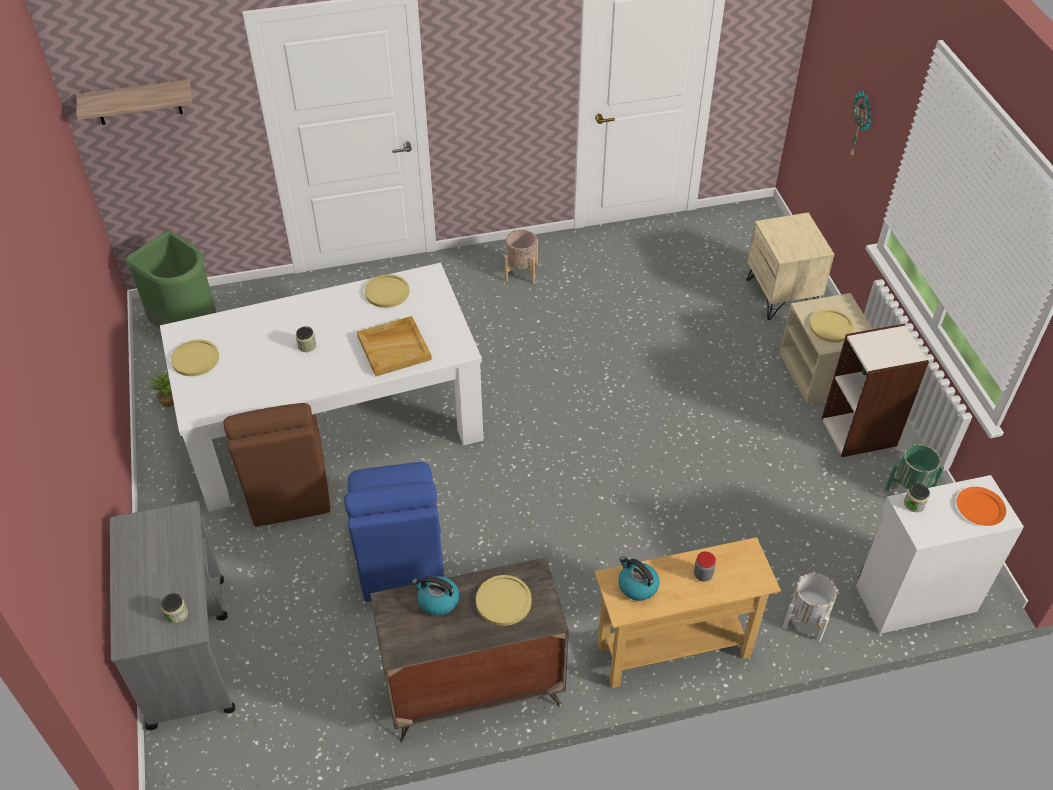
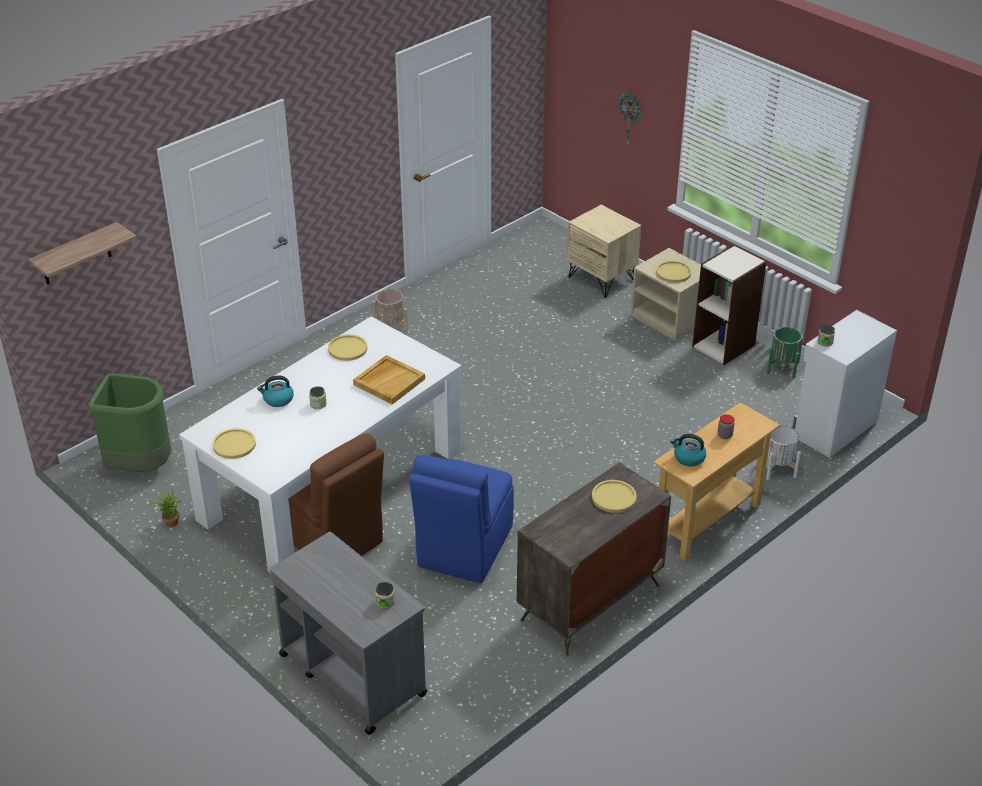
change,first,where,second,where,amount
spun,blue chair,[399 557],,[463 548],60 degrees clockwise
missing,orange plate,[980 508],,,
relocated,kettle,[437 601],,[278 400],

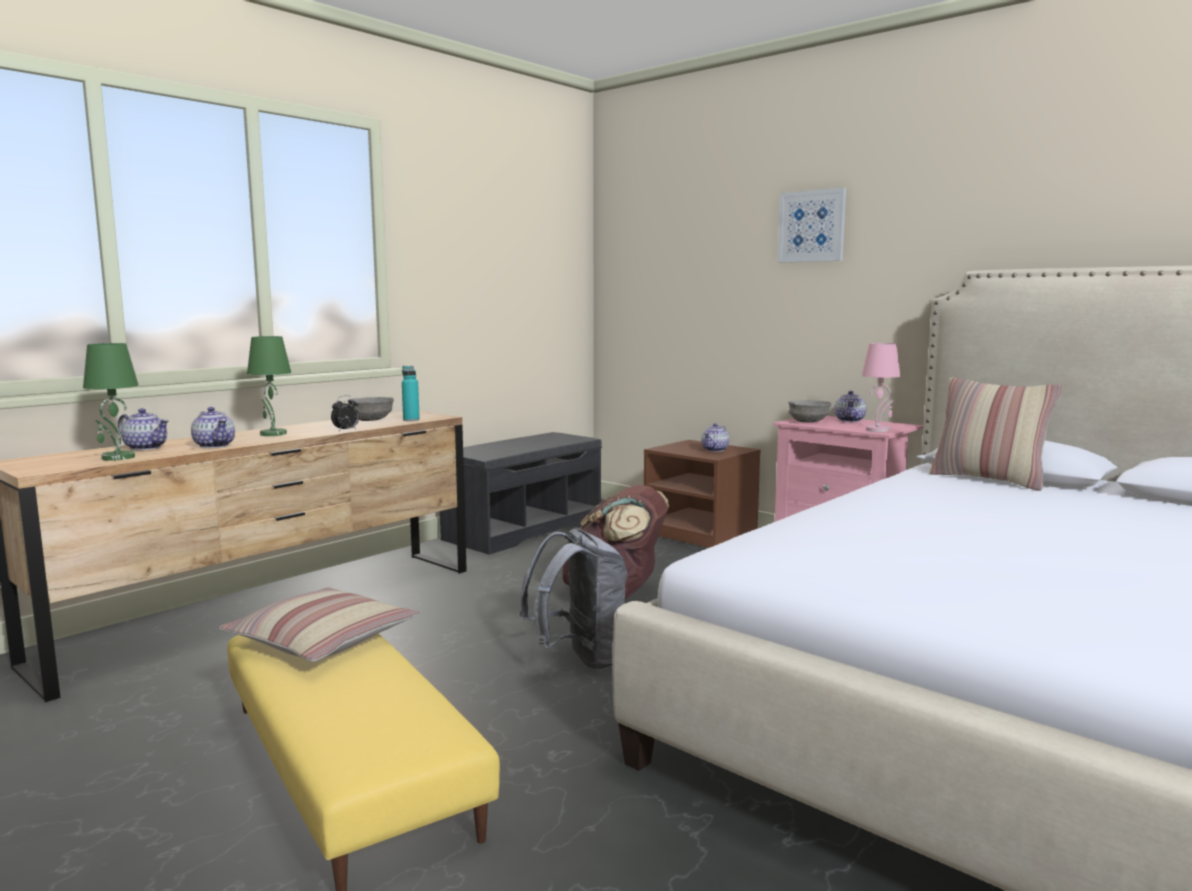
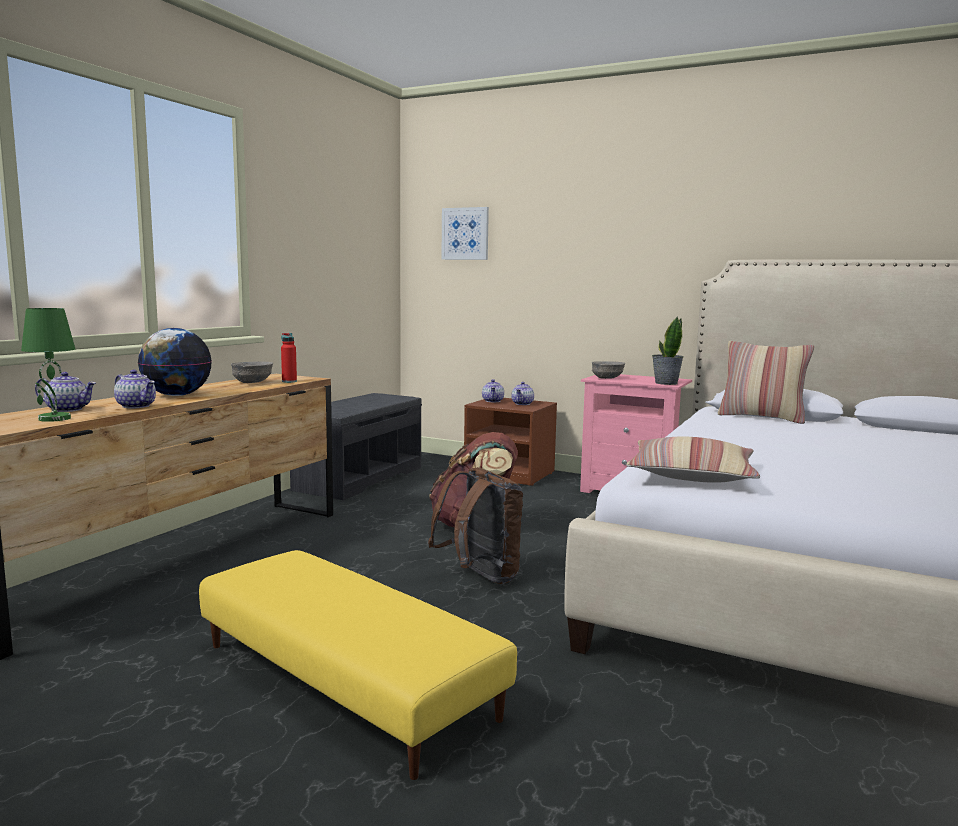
change,first,where,second,where,amount
relocated,picture,[812 226],,[465 233],
exchanged,green table lamp,[272 434],globe,[176 395],
exchanged,pink table lamp,[878 430],potted plant,[665 383],
colour,turquoise bottle,[411 420],red bottle,[289 381],
relocated,teapot,[850 420],,[493 401],
missing,alarm clock,[346 430],,,
colour,grey backpack,[579 659],brown backpack,[480 577],
relocated,pillow,[322 641],,[691 475],

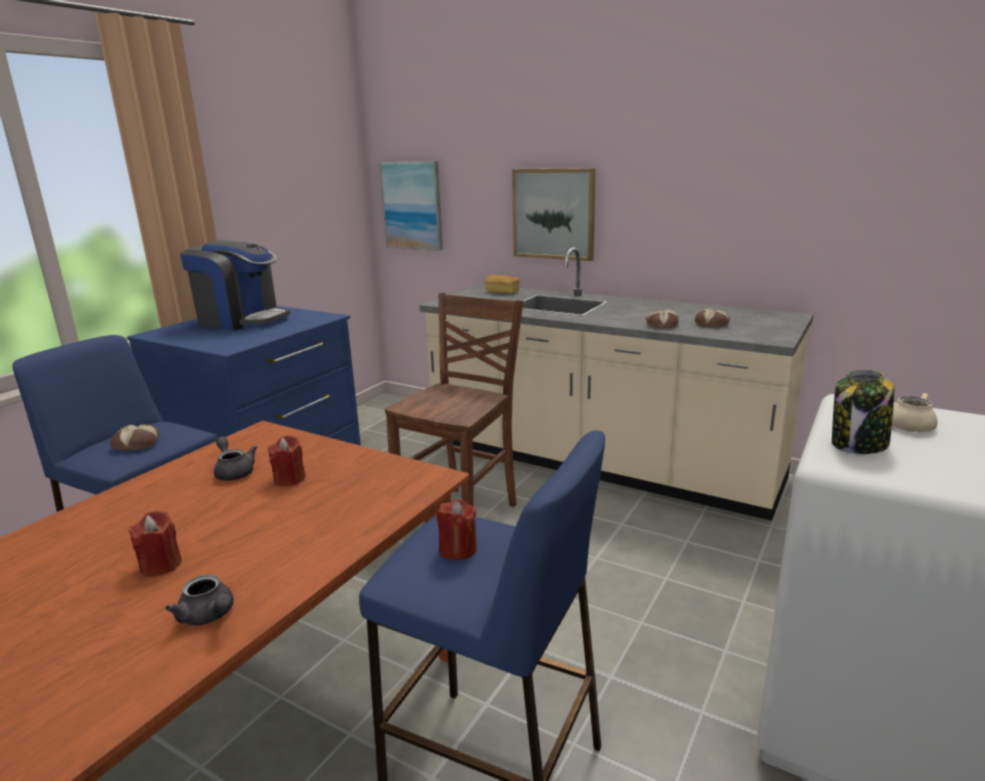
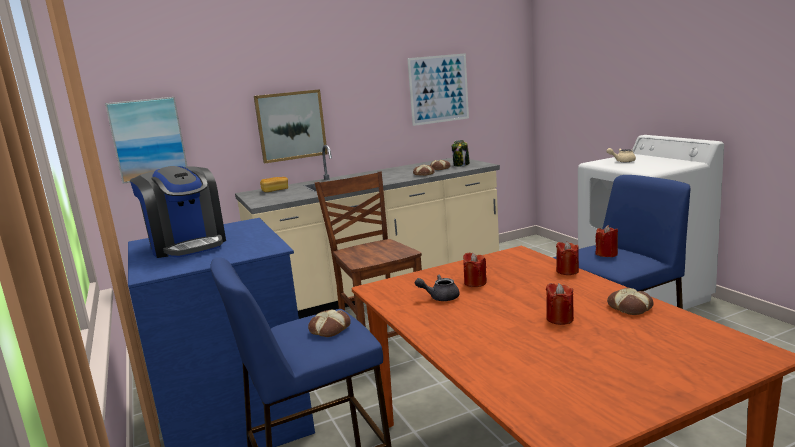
change,first,where,second,where,amount
spun,coffee machine,[241 320],,[187 245],90 degrees clockwise
relocated,jar,[858 445],,[461 165],
exchanged,grey teapot,[209 616],bread,[630 307],
appeared,,,picture,[438 89],
appeared,,,red candle,[567 271],

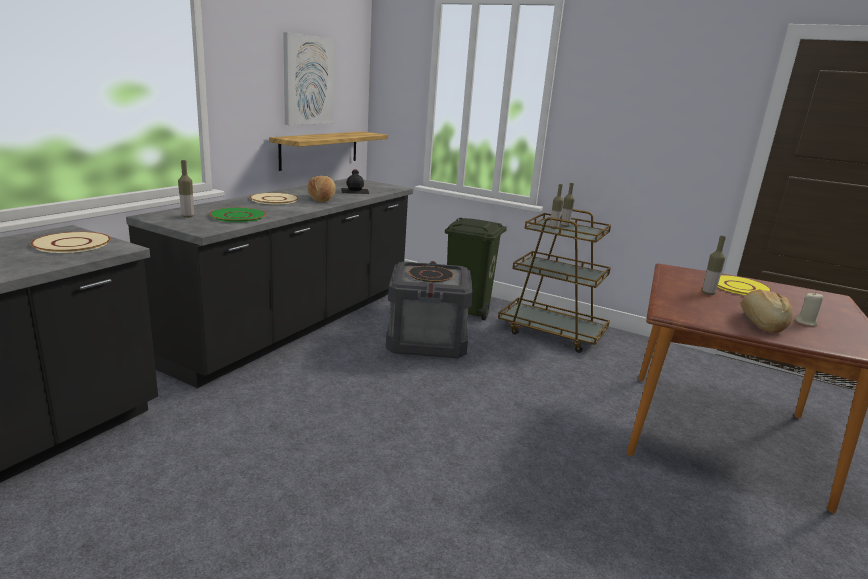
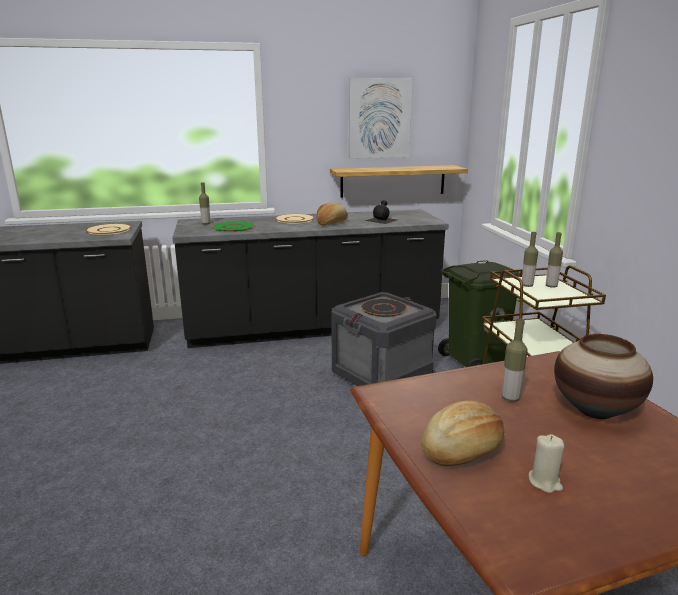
change,first,where,second,where,amount
exchanged,yellow plate,[739 287],vase,[594 410],

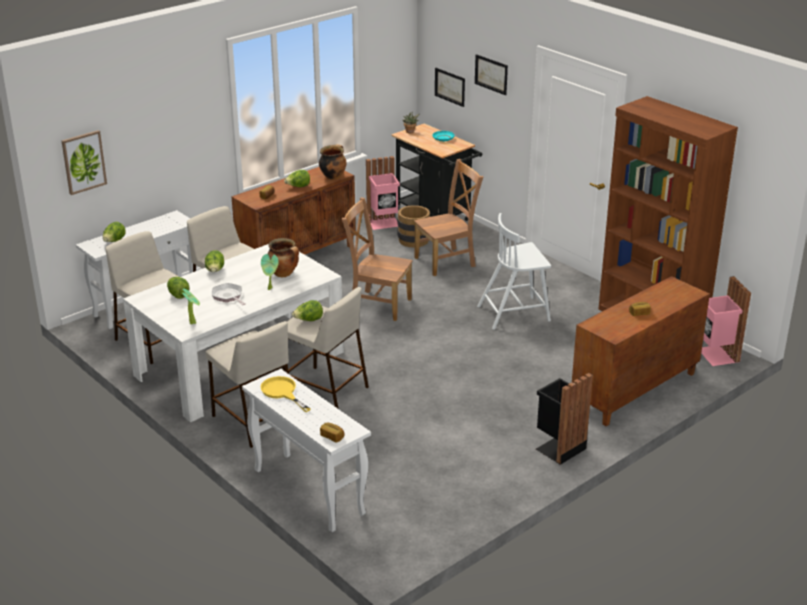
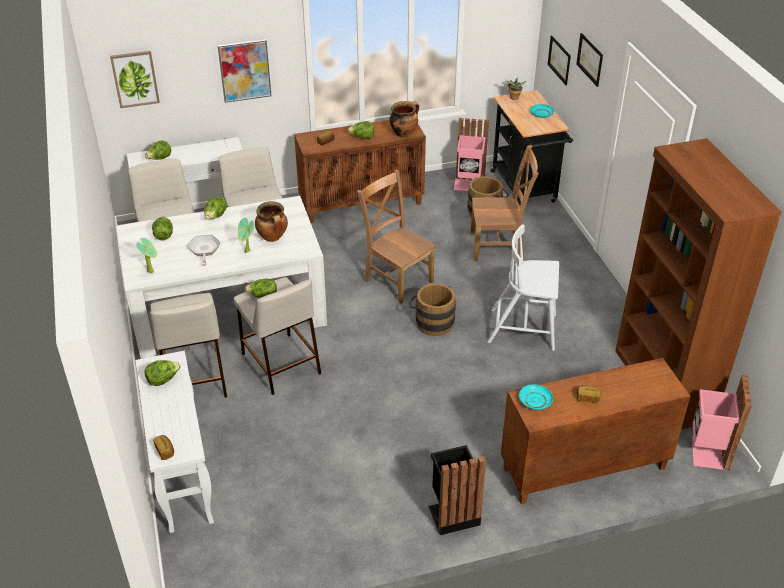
change,first,where,second,where,amount
exchanged,yellow frying pan,[282 392],lettuce,[163 380],
appeared,,,picture,[245 70],
appeared,,,brown bucket,[431 322],
appeared,,,turquoise plate,[535 400],

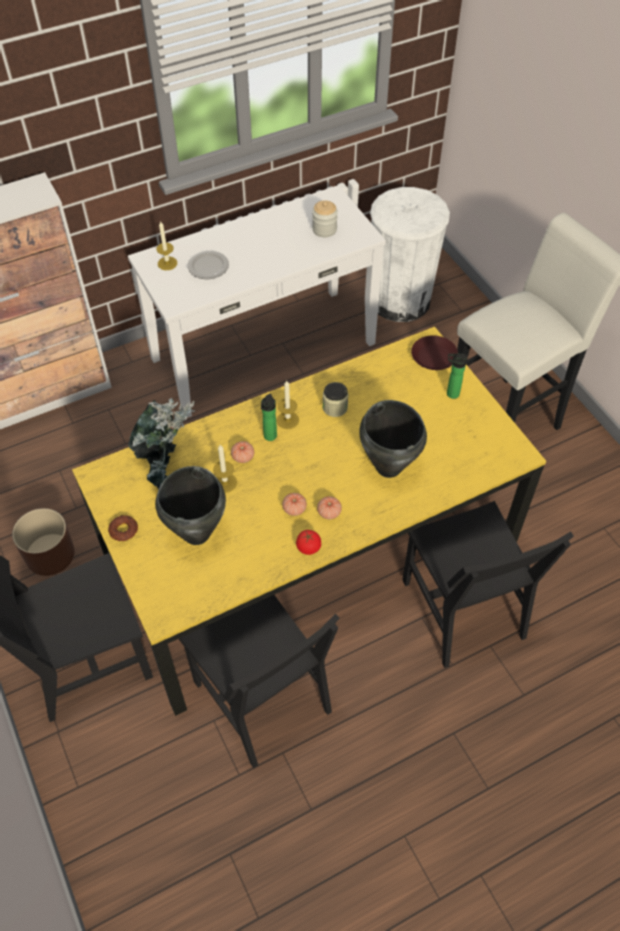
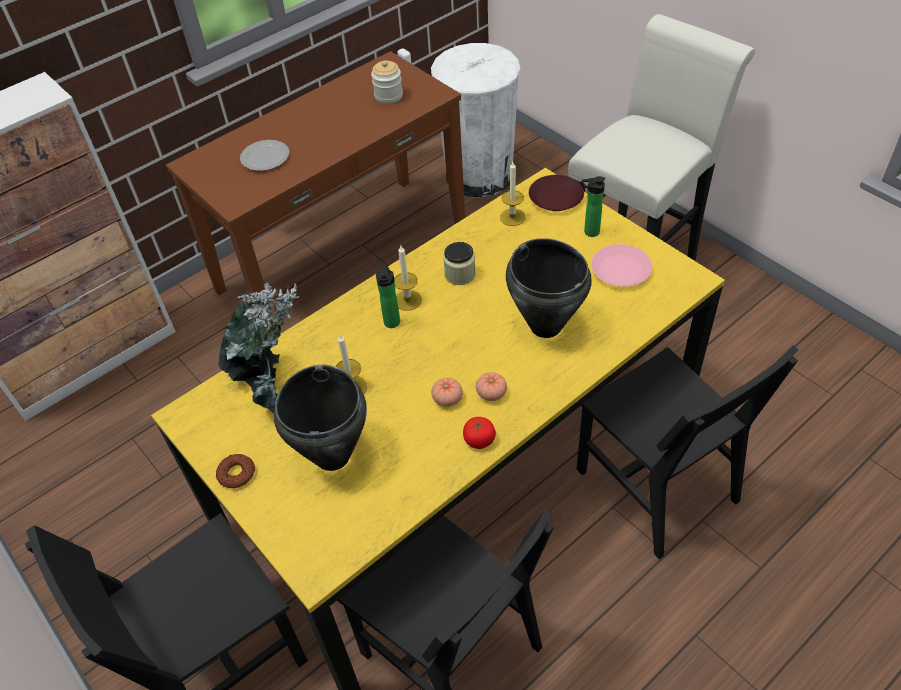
change,first,where,second,where,amount
colour,white console table,[263 350],brown console table,[342 256],
relocated,candle,[167 263],,[512 217],
missing,tomato,[243 457],,,
missing,brown planter,[50 554],,,
appeared,,,pink plate,[621 270],

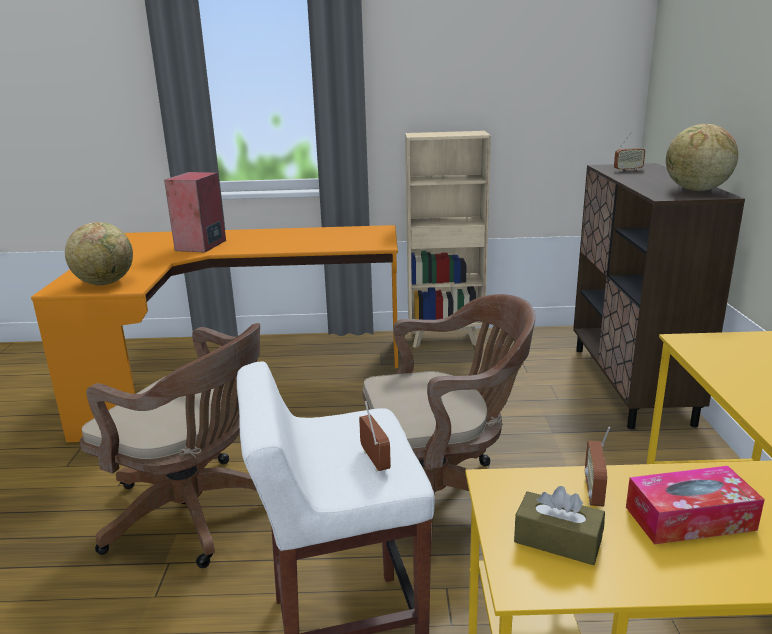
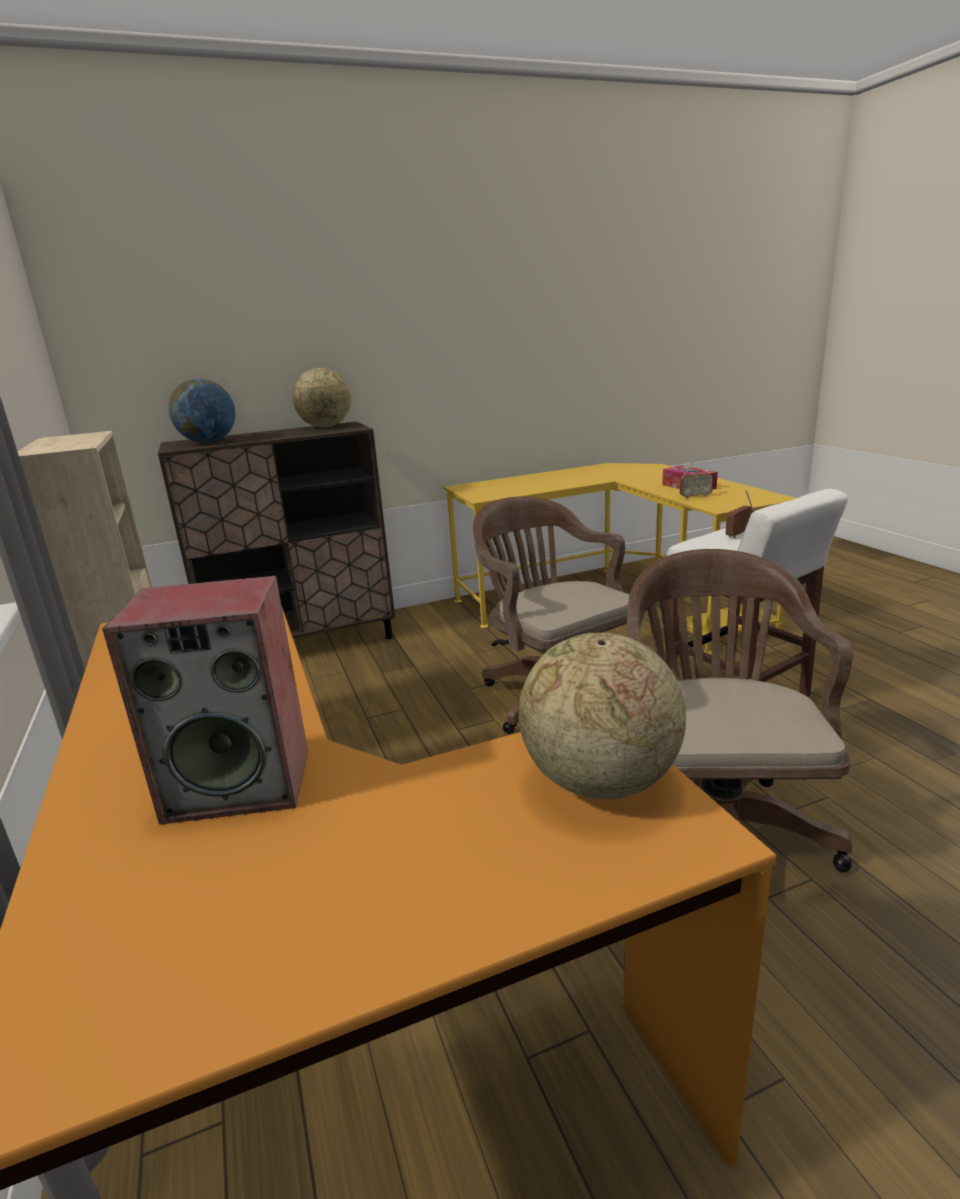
change,first,where,second,where,amount
exchanged,radio,[628 170],globe,[209 442],
missing,brown tissue box,[557 540],,,

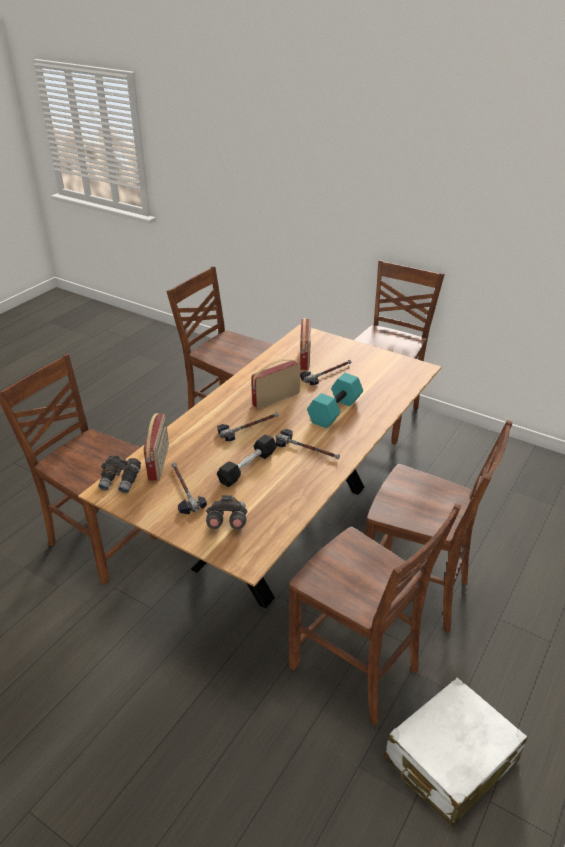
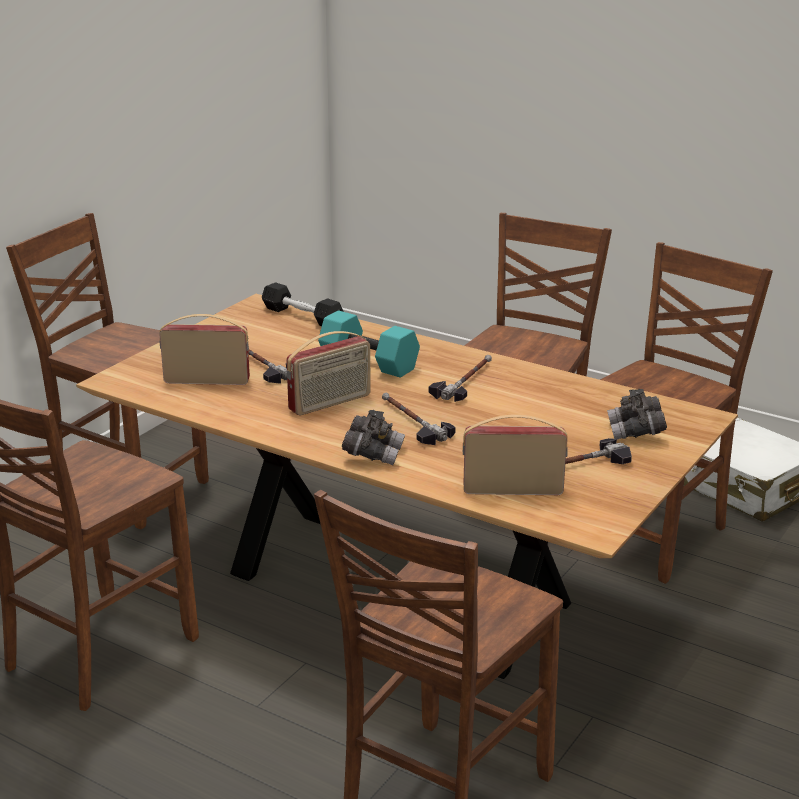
change,first,where,second,where,amount
spun,radio,[275 398],,[330 403],90 degrees counterclockwise
relocated,black dumbbell,[247 467],,[302 316],
relocated,grey binoculars,[121 481],,[373 454],

